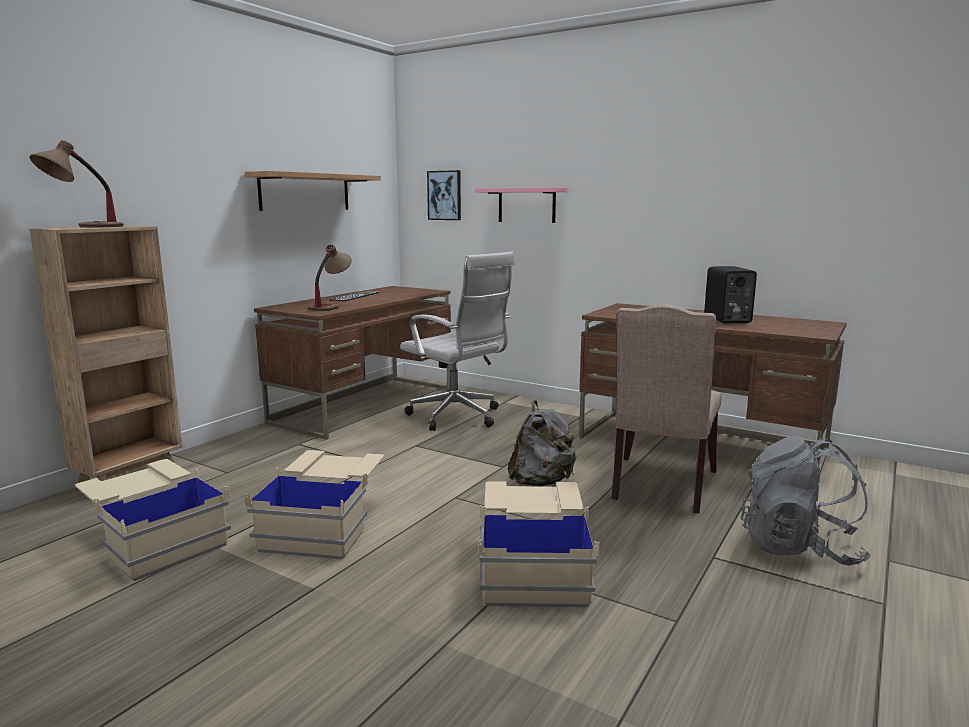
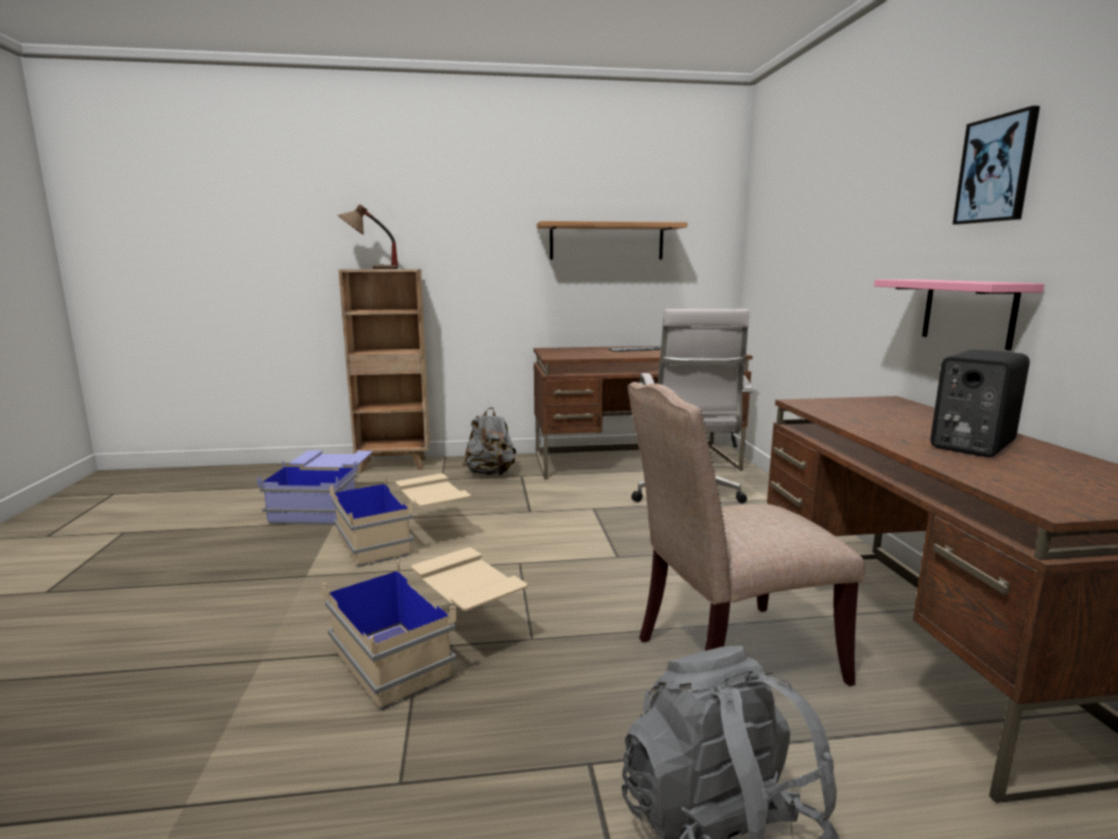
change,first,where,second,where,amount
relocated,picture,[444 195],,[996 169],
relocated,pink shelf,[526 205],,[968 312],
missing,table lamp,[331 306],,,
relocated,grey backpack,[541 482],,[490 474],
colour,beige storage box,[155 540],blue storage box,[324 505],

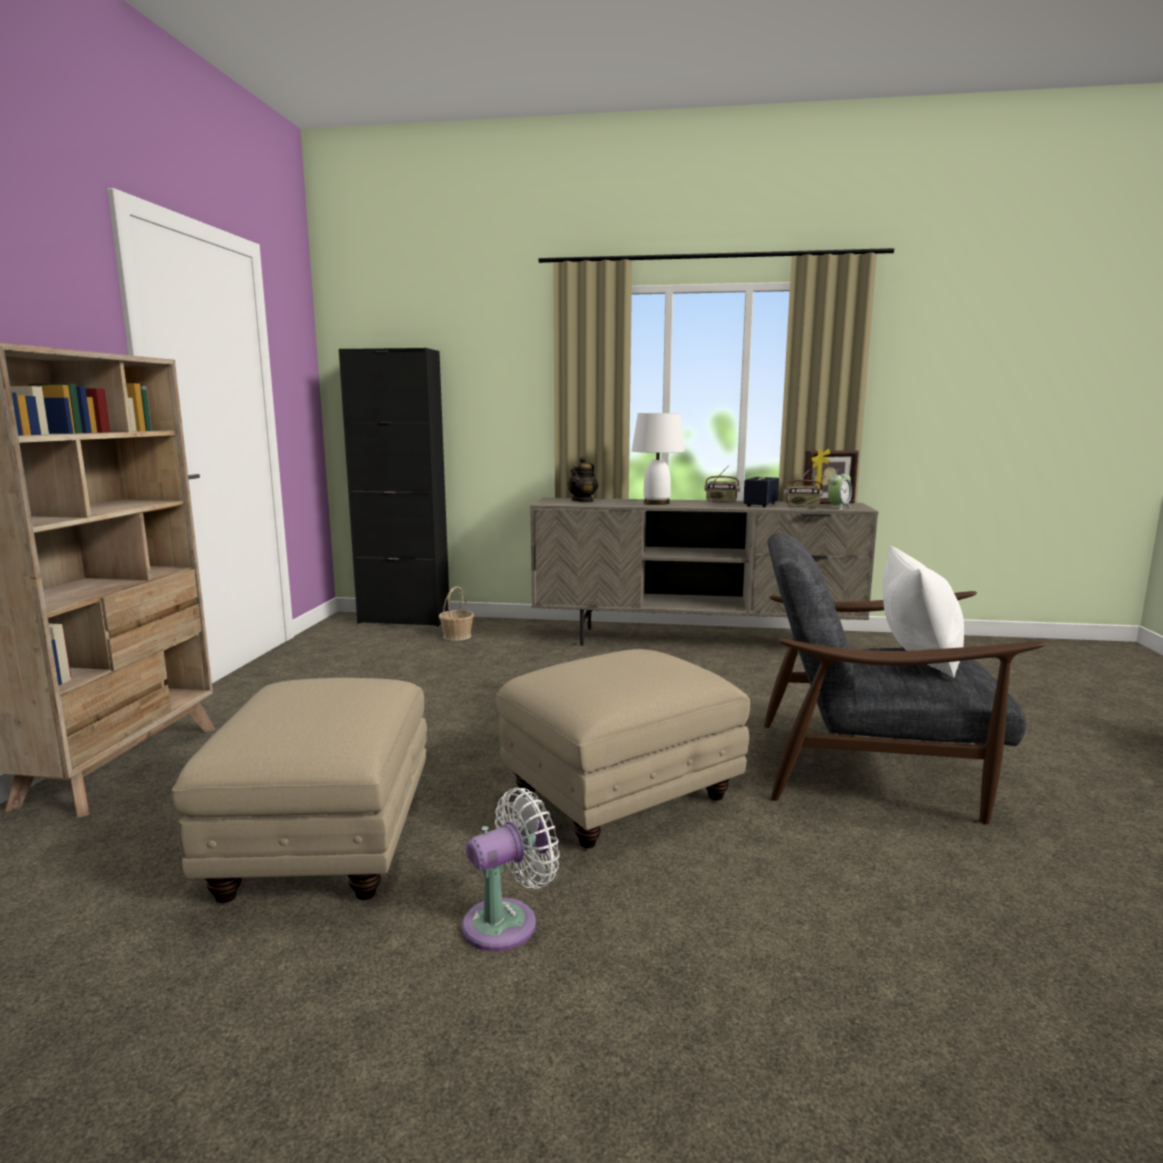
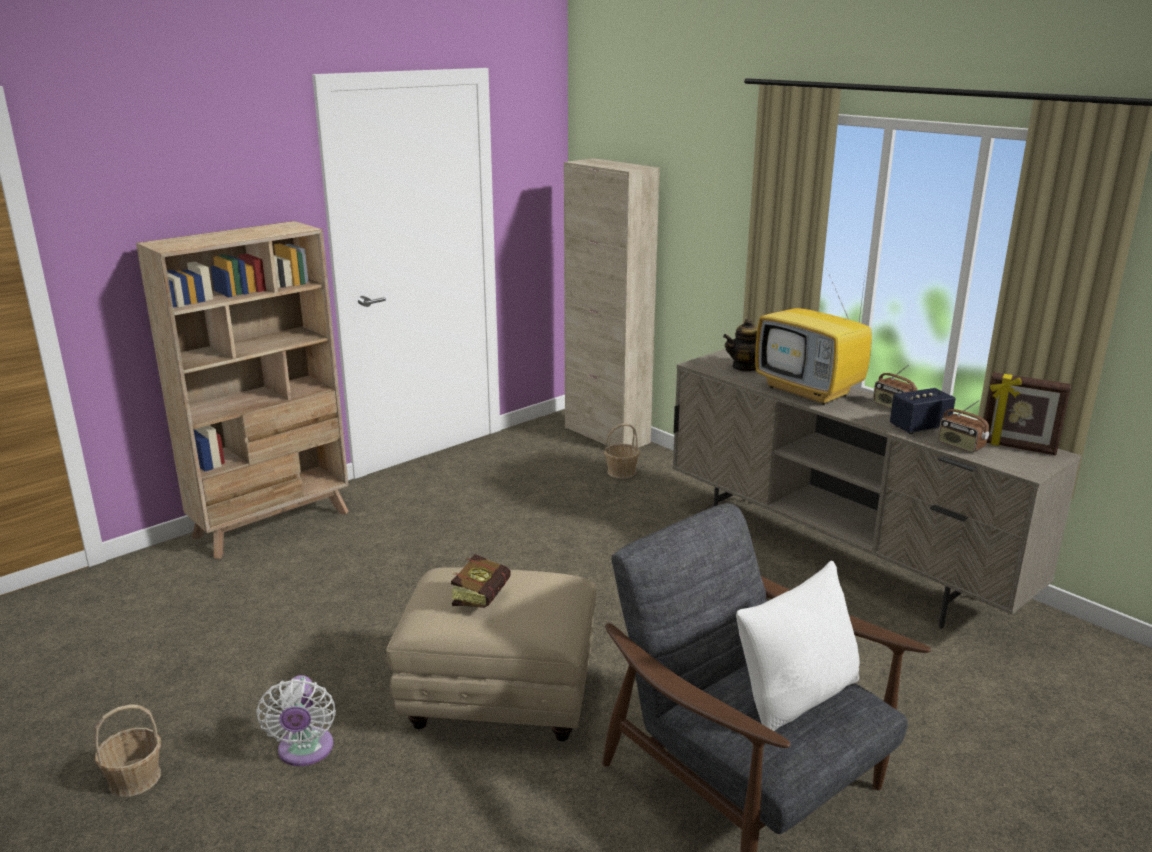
change,first,where,second,where,amount
colour,black cabinet,[404 620],beige cabinet,[606 435],
exchanged,white table lamp,[657 503],television,[810 391],
missing,alarm clock,[838 507],,,
missing,beige ottoman,[324 846],,,
spun,white fan,[507 922],,[305 752],75 degrees clockwise
appeared,,,book,[484 596],
appeared,,,basket,[134 778],

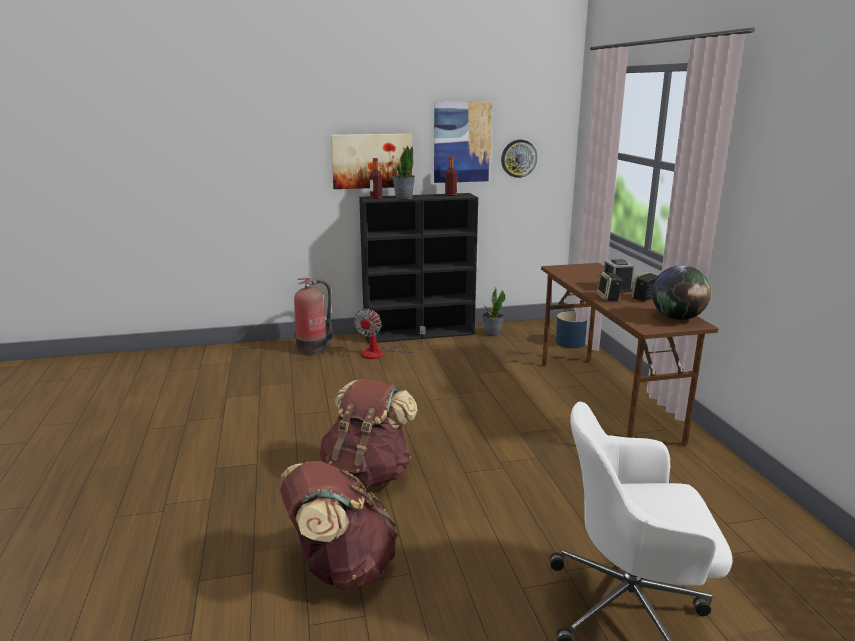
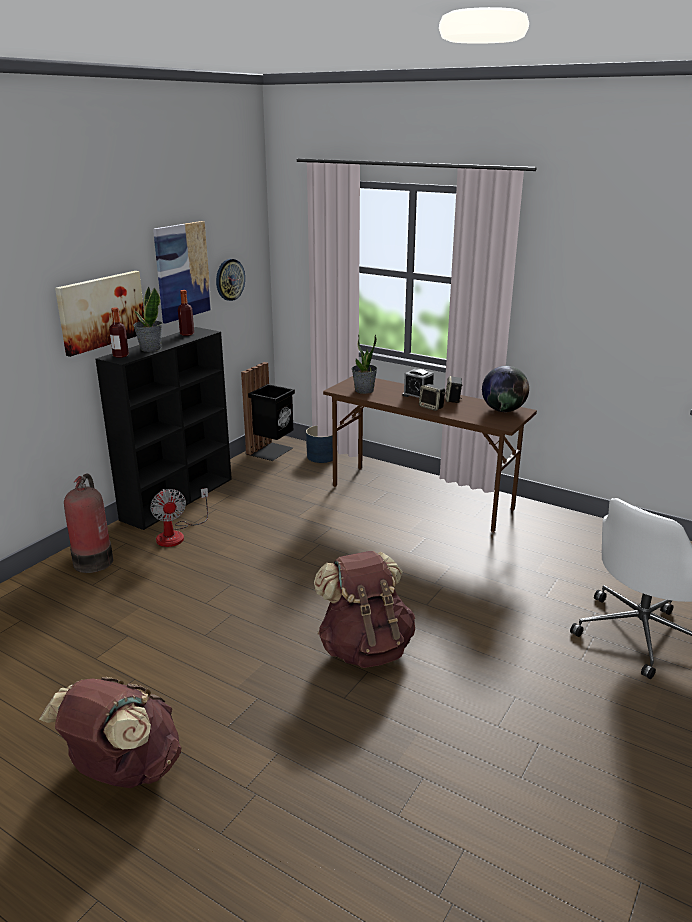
change,first,where,second,where,amount
relocated,potted plant,[492 333],,[364 390],
relocated,brown backpack,[340 568],,[123 770],
appeared,,,black trash can,[271 451],

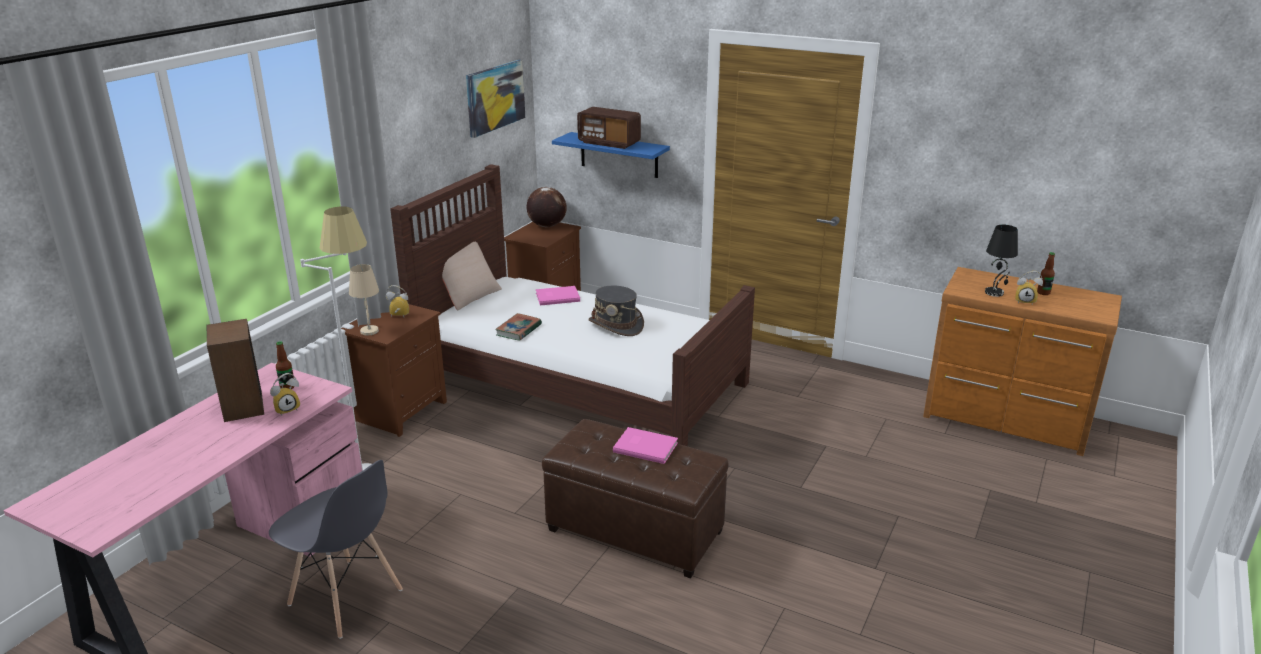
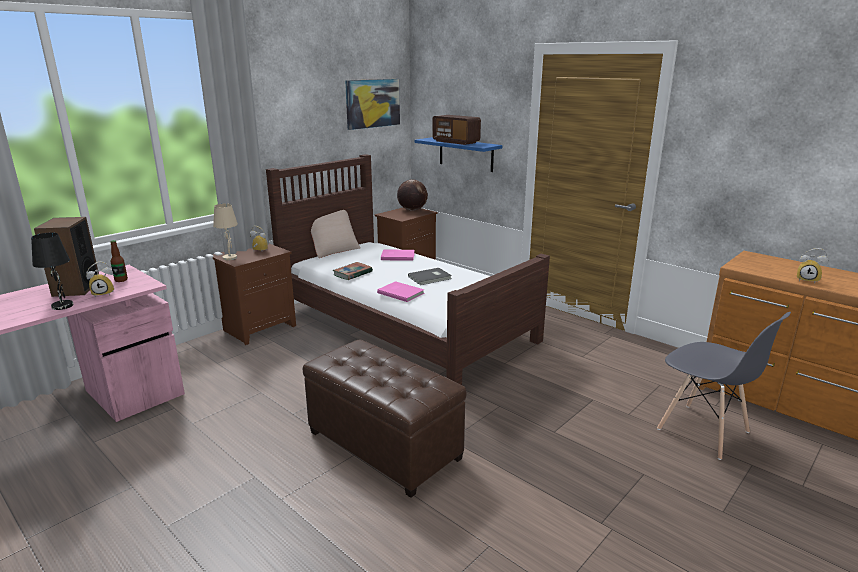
change,first,where,second,where,amount
missing,white floor lamp,[367 464],,,
relocated,black table lamp,[994 292],,[63 306],
missing,bottle,[1043 293],,,
exchanged,grey hat,[616 325],grey book,[430 278],
relocated,pink book,[645 446],,[401 292],
relocated,grey chair,[346 598],,[703 431],

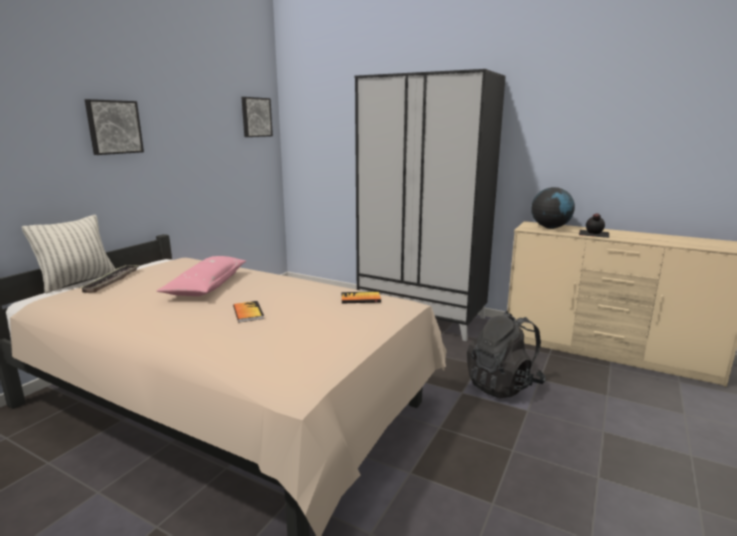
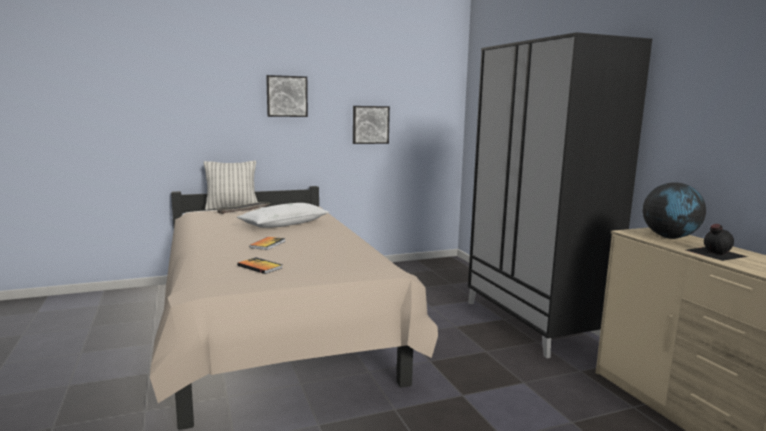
change,first,where,second,where,amount
relocated,picture,[255 117],,[370 124],
colour,pink pillow,[207 286],white pillow,[284 224],
relocated,book,[360 299],,[259 267],
missing,black backpack,[503 385],,,

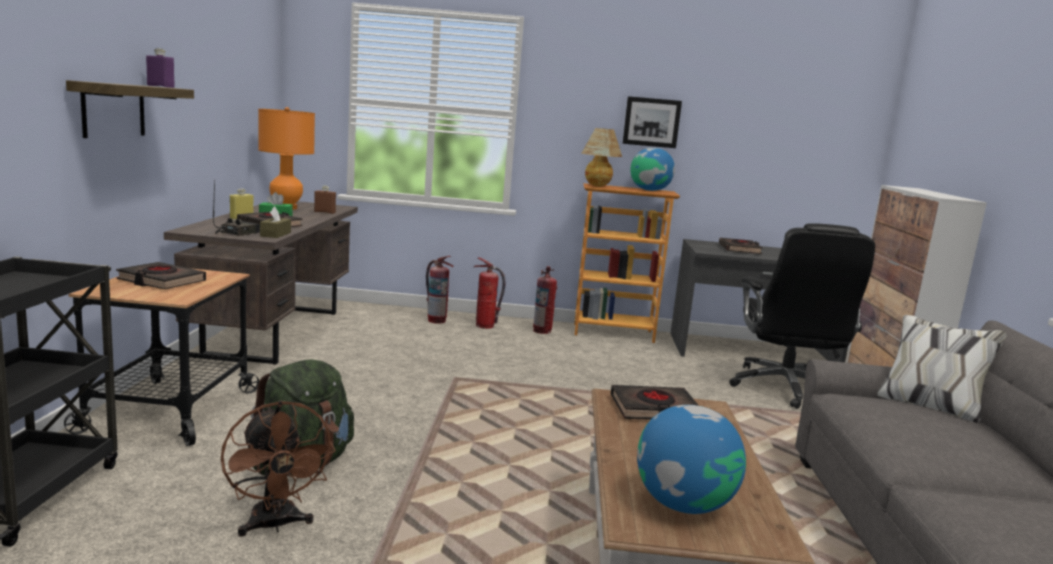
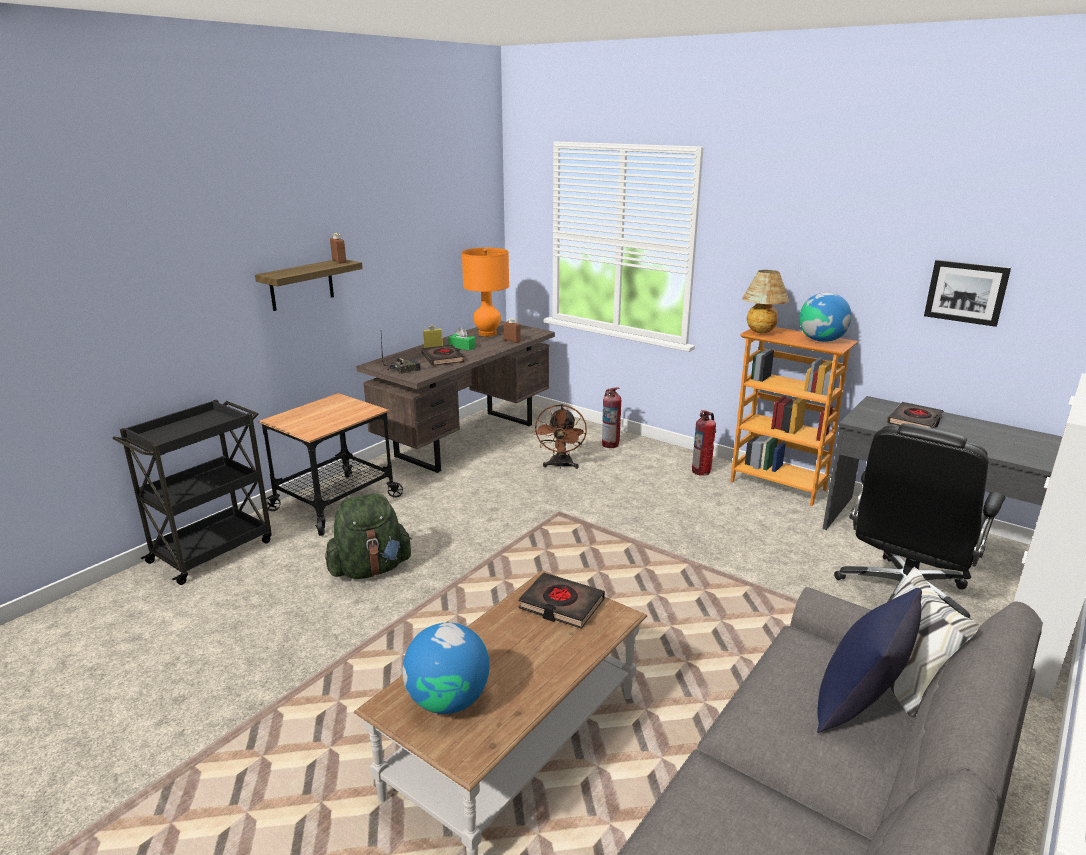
change,first,where,second,where,amount
colour,purple bottle,[160 86],brown bottle,[339 261],
relocated,picture,[651 122],,[966 292],
missing,brown tissue box,[275 234],,,
missing,fire extinguisher,[485 326],,,
missing,black book,[161 281],,,
relocated,brown fan,[275 525],,[560 466],
appeared,,,blue pillow,[859 705],

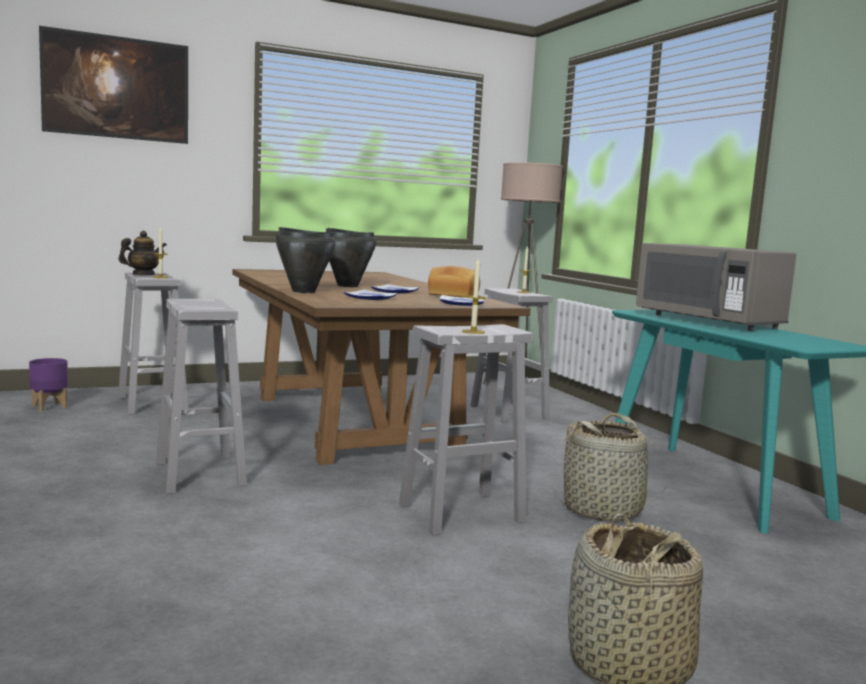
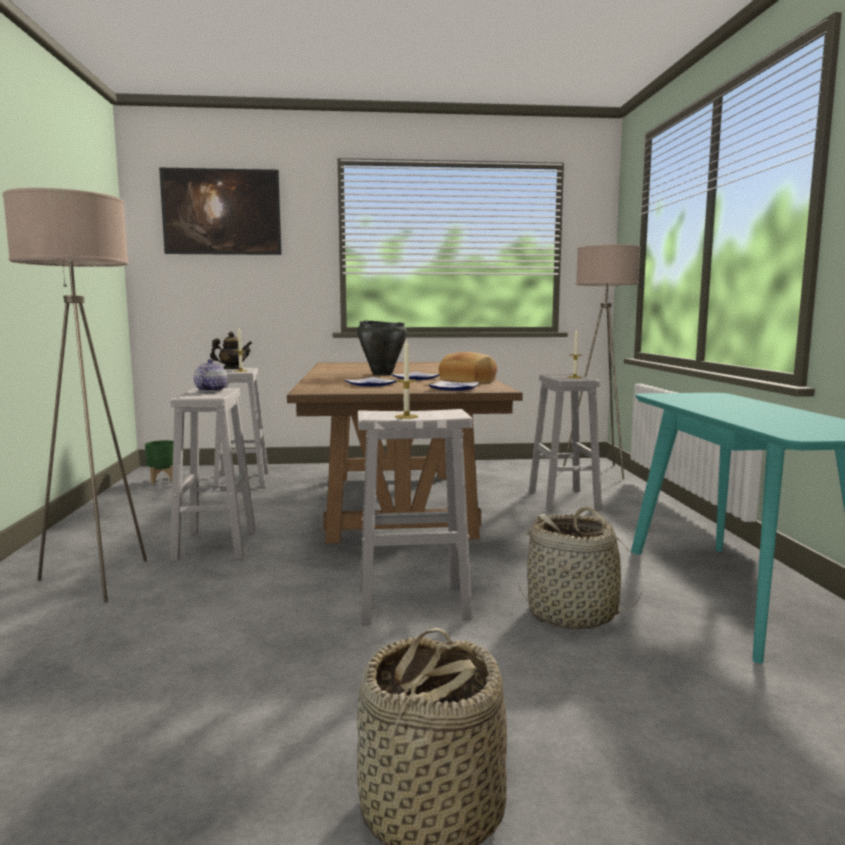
change,first,where,second,where,amount
missing,black cooking pot,[303 291],,,
missing,grey microwave,[708 321],,,
colour,purple planter,[50 407],green planter,[163 480],
appeared,,,beige floor lamp,[97 580],
appeared,,,teapot,[211 390],

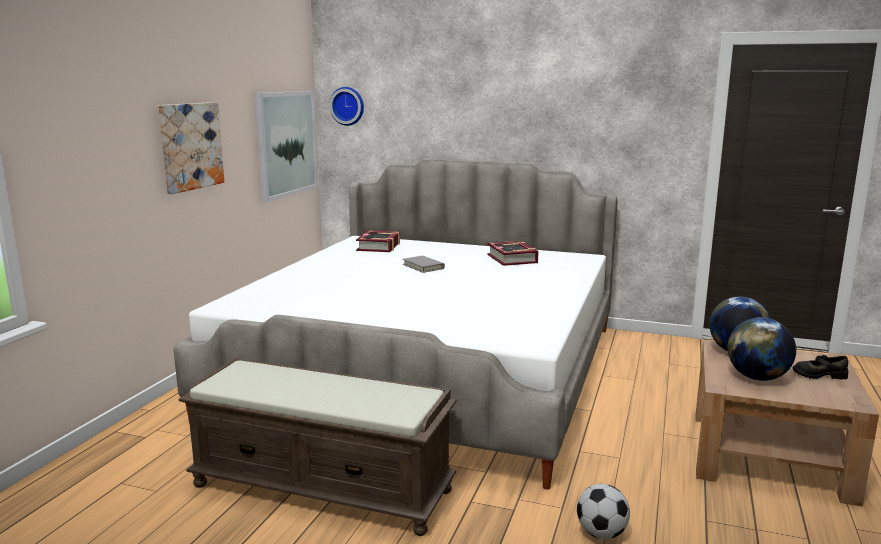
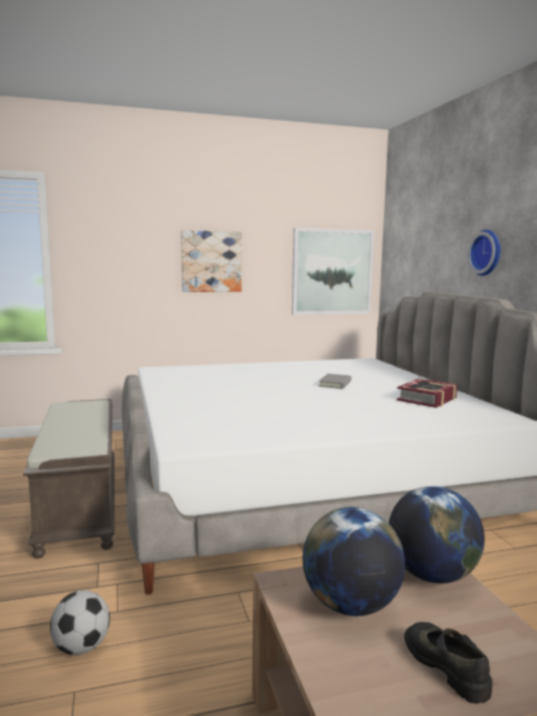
change,first,where,second,where,amount
relocated,wall clock,[348 106],,[487 252],
missing,book,[379 246],,,

